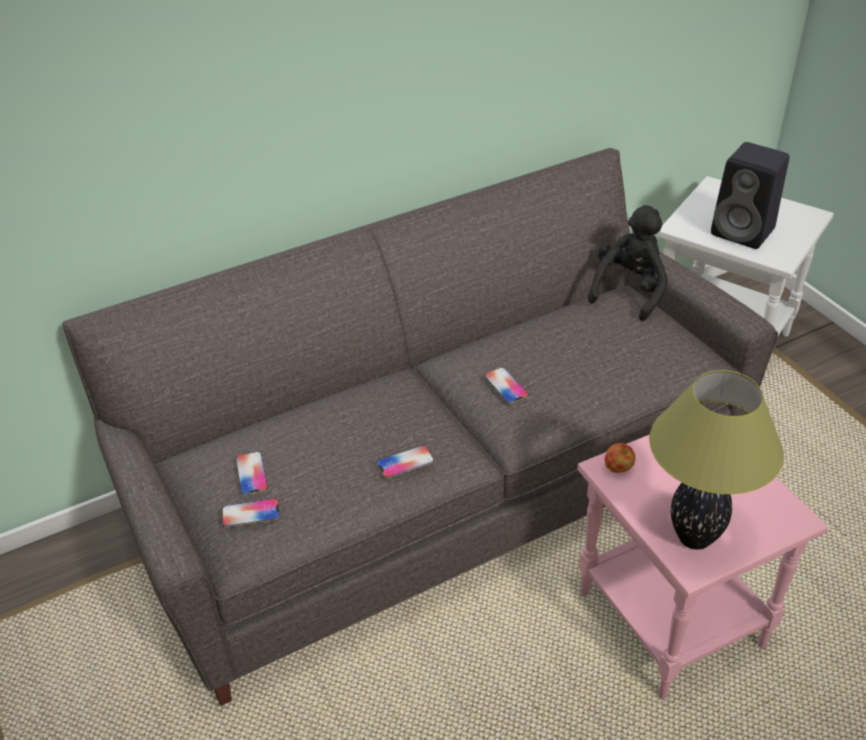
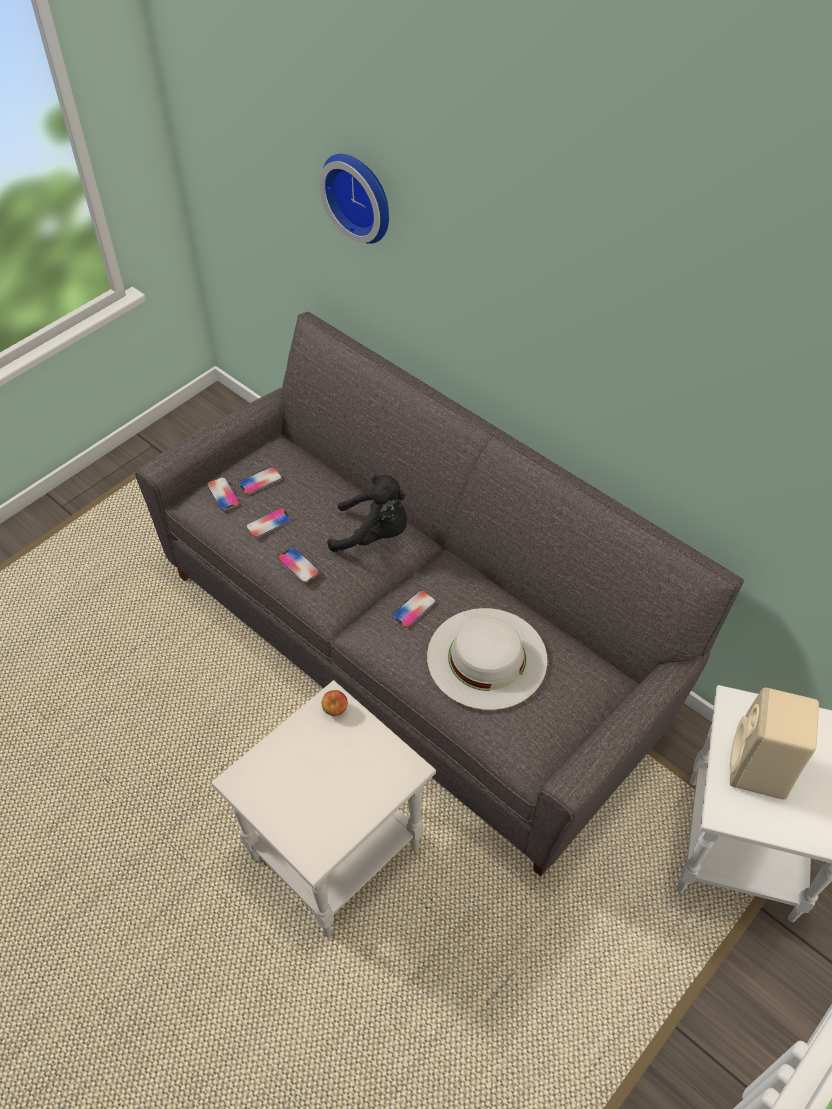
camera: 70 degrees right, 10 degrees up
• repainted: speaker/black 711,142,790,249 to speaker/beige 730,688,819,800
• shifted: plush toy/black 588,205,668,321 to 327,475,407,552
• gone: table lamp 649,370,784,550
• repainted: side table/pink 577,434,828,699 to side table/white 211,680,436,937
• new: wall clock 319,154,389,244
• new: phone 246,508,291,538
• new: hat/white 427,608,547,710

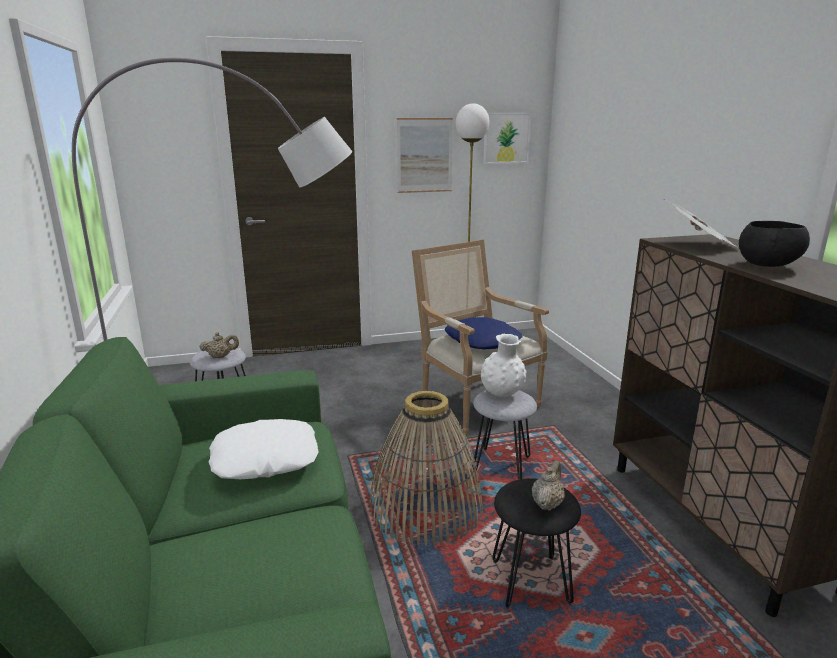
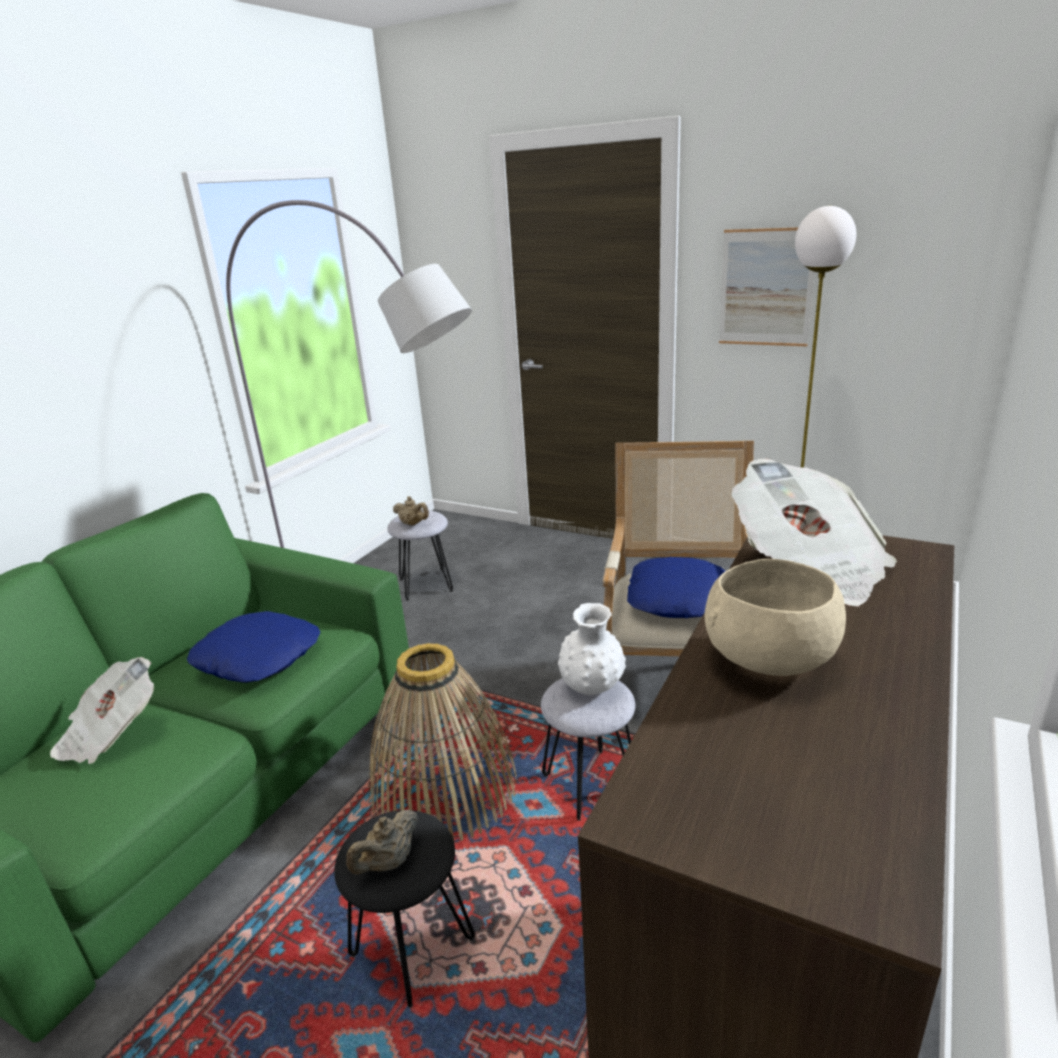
camera: 45 degrees right, 5 degrees up
• gone: picture 483,113,531,164
• repainted: bowl/black 739,221,810,267 to bowl/beige 704,559,846,676
• repainted: pillow/white 208,419,319,479 to pillow/blue 187,611,320,683
• rotated: teapot/beige 532,460,565,511 = 346,809,418,875 150 degrees clockwise
• new: newspaper 50,657,154,764

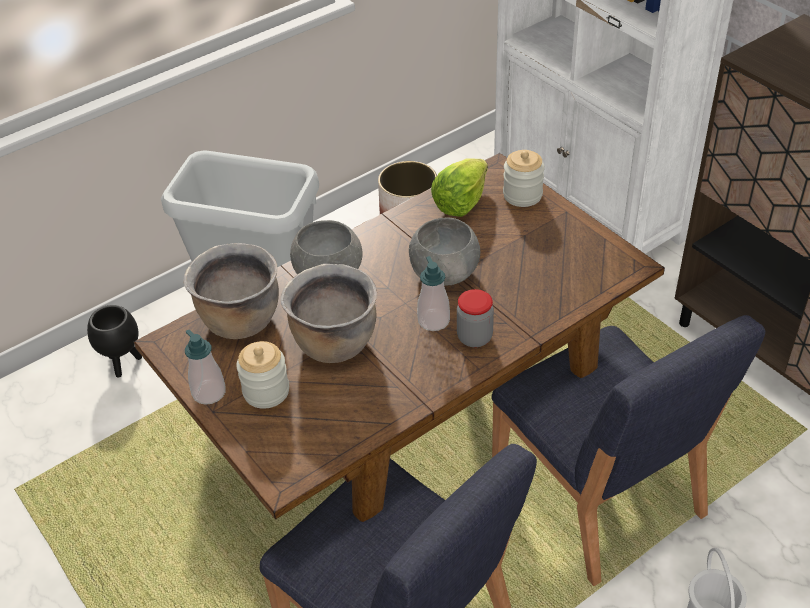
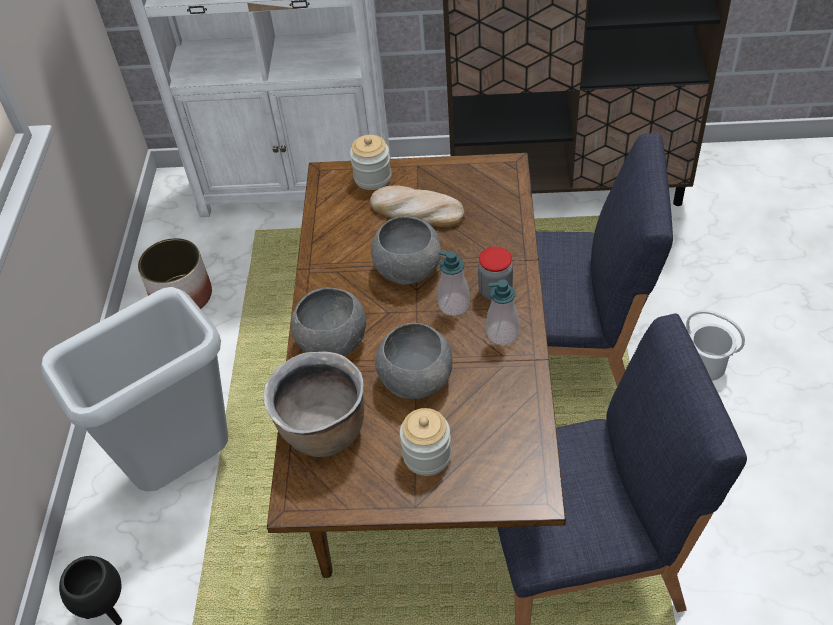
camera: 50 degrees left, 5 degrees up
• gone: lettuce 431,158,488,217
• swapped: cooking pot/brown 281,264,377,363 to bowl/grey 375,323,452,399
• shifted: soap dispenser 185,330,226,405 to 486,279,519,345
• new: bread 370,185,464,227

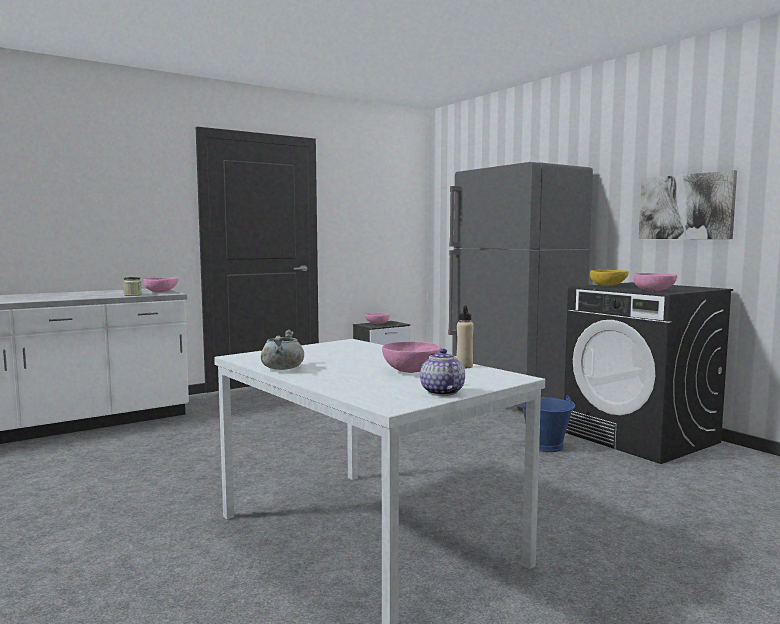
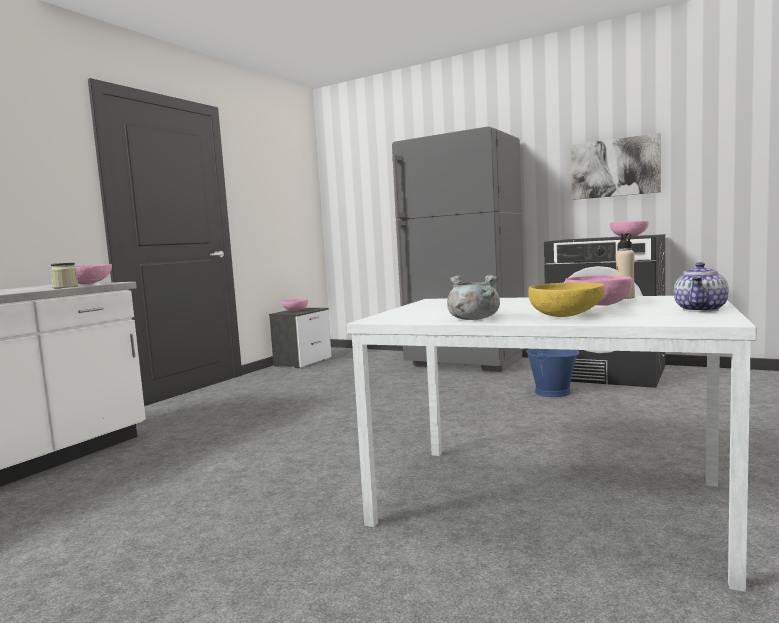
camera: 25 degrees left, 0 degrees up
• shifted: bowl/yellow 590,270,629,286 to 528,282,605,317
• rotated: teapot 420,349,465,396 = 674,262,729,312 105 degrees counterclockwise

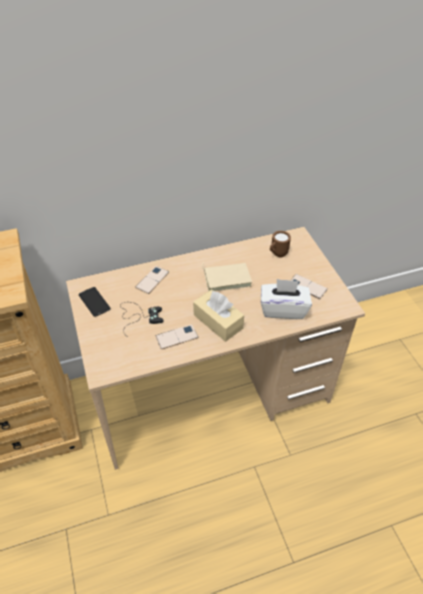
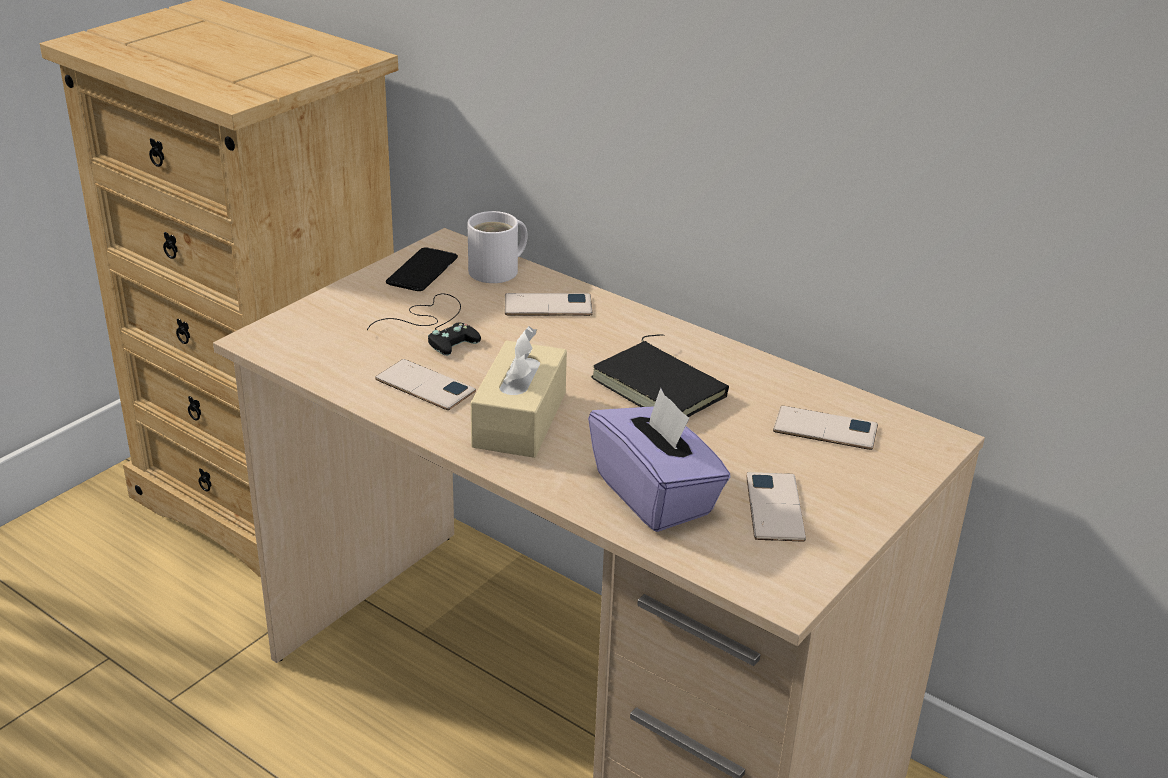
camera: 55 degrees right, 15 degrees down
• swapped: mug/brown 270,231,291,258 to phone 773,406,878,450
• repainted: book/beige 202,262,252,291 to book/black 591,334,729,417
• repainted: tissue box/white 261,279,312,319 to tissue box/purple 588,388,731,532
• new: mug/white 468,211,528,283

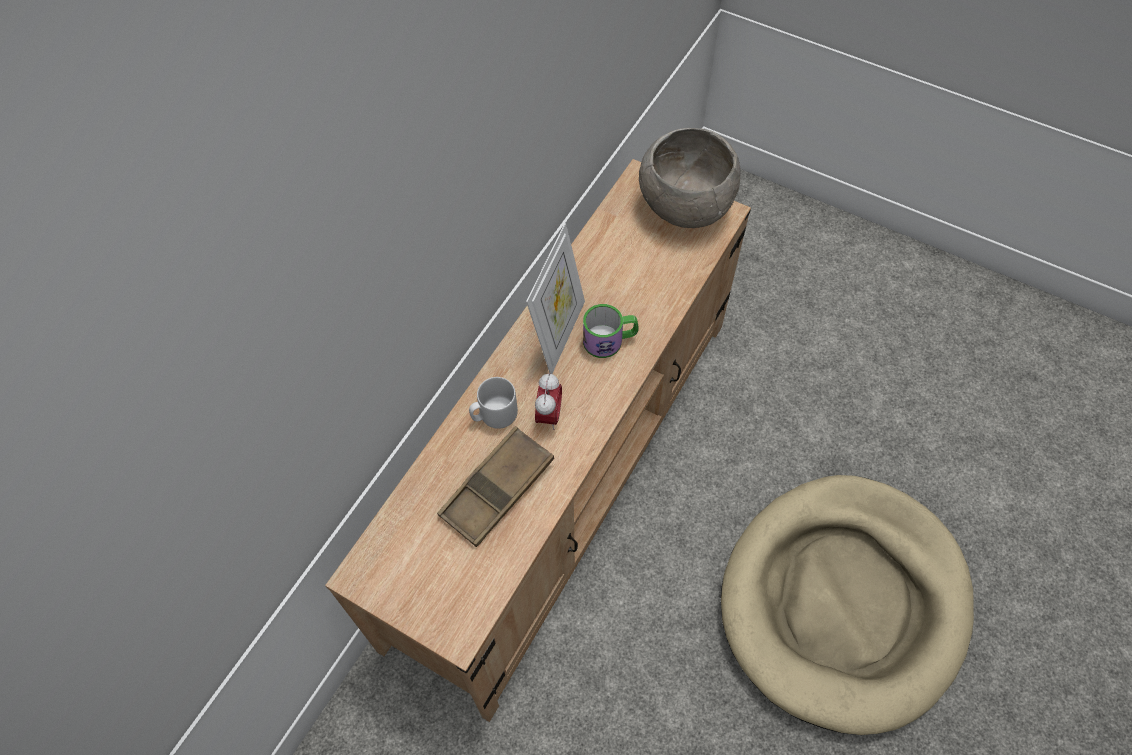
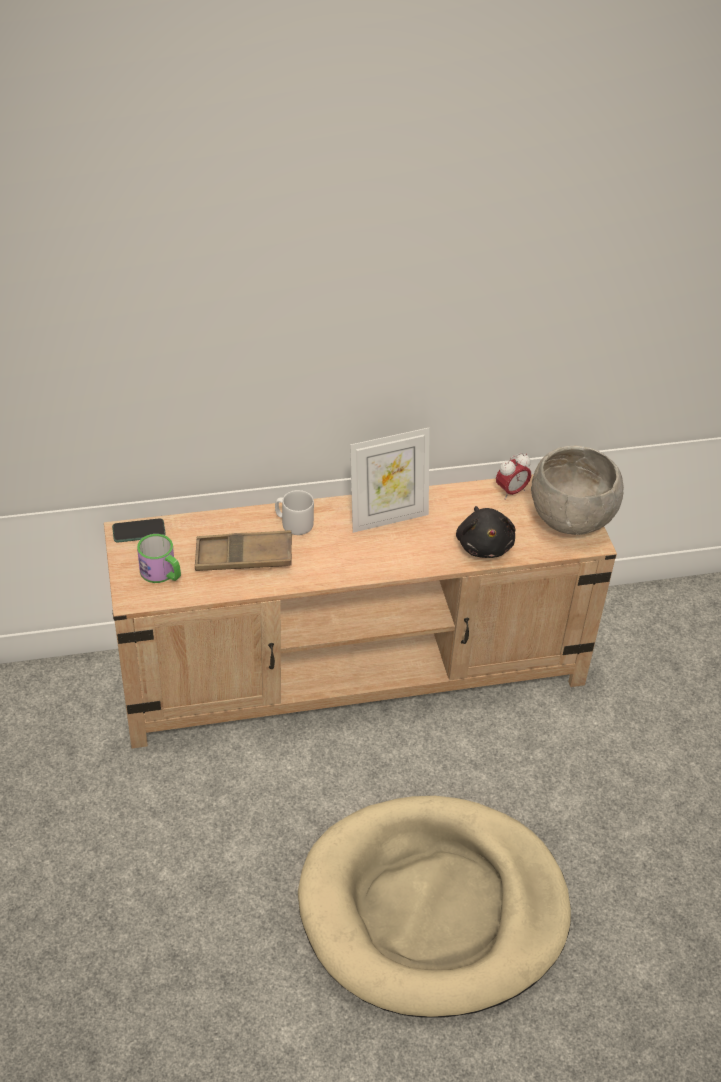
camera: 45 degrees right, 15 degrees down
• shifted: mug 583,304,639,358 to 137,534,181,583
• shifted: alarm clock 535,373,562,430 to 496,453,531,500
• new: plush toy/black 456,506,515,558
• new: phone 112,518,166,543

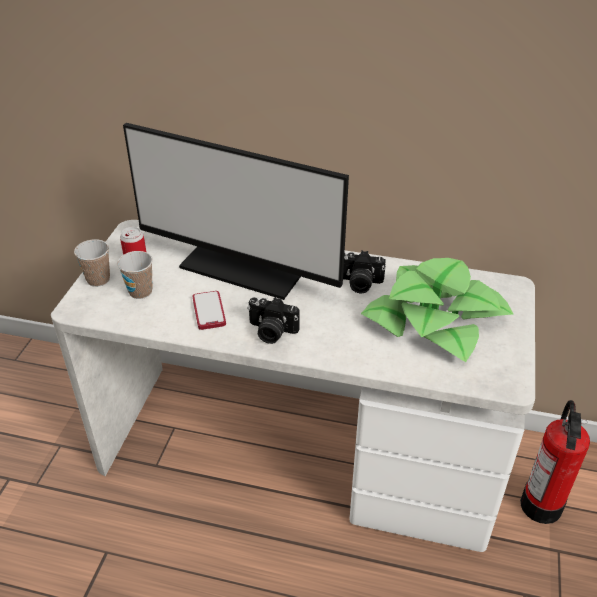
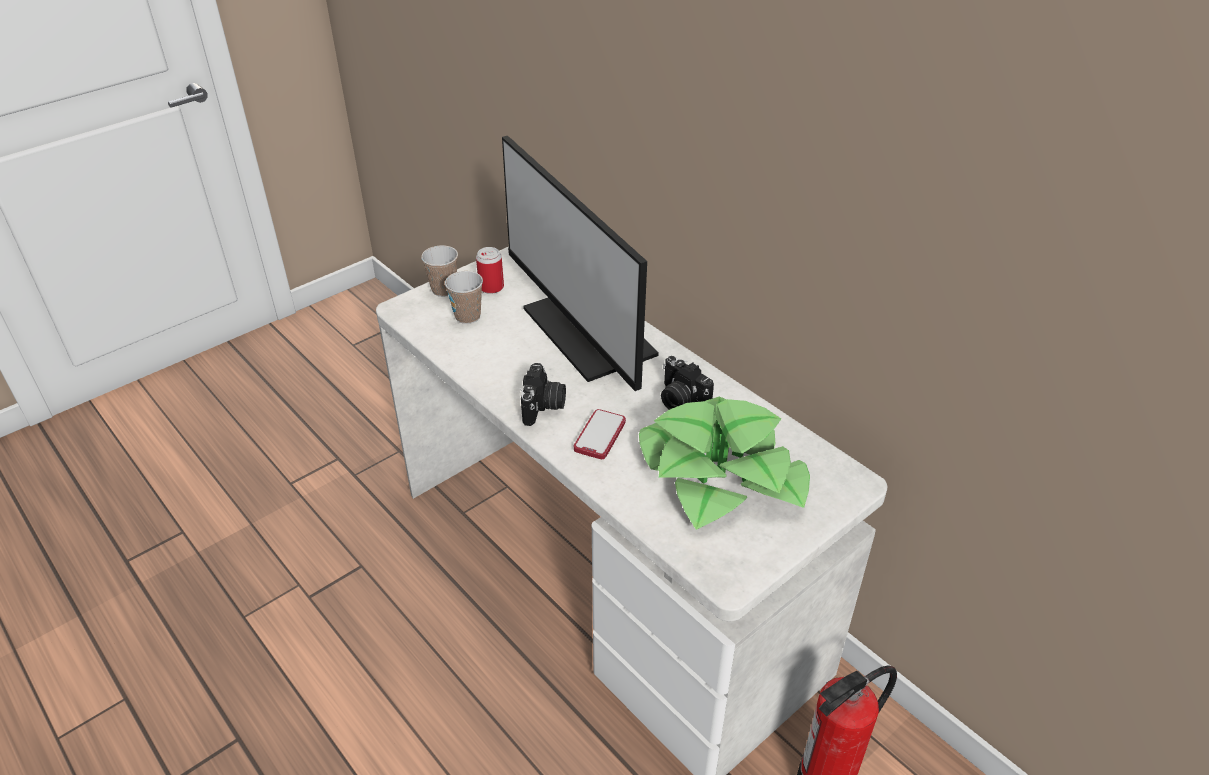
camera: 35 degrees right, 0 degrees up
• shifted: phone 193,291,226,330 to 574,409,626,459
• rotated: photo camera 247,297,300,344 = 520,363,566,426 135 degrees counterclockwise

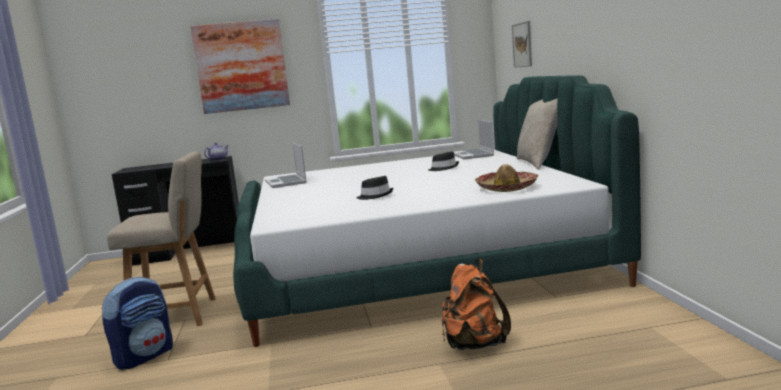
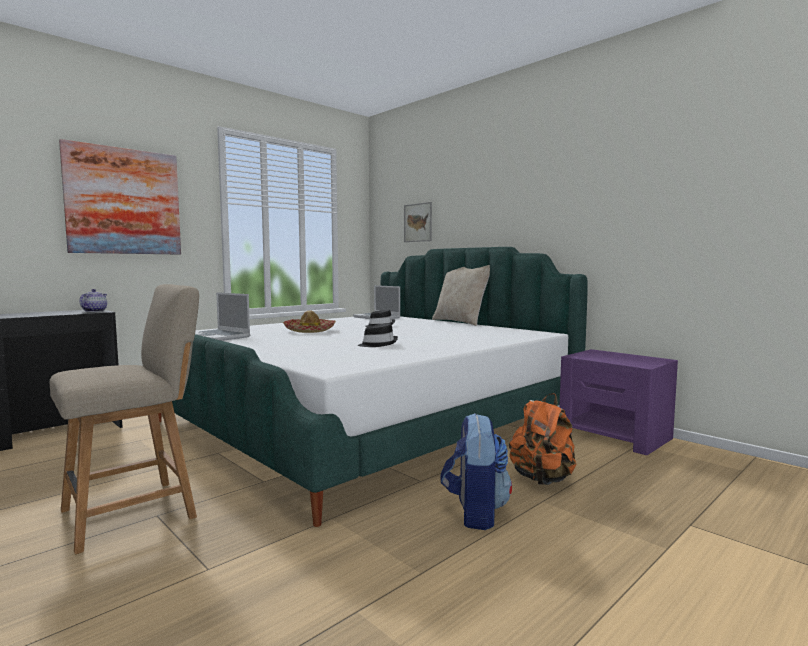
camera: 35 degrees left, 5 degrees down
• shifted: hat 475,164,538,192 to 283,310,336,333
• shifted: backpack 102,276,173,370 to 441,413,512,530
• new: nightstand/purple 559,349,678,455

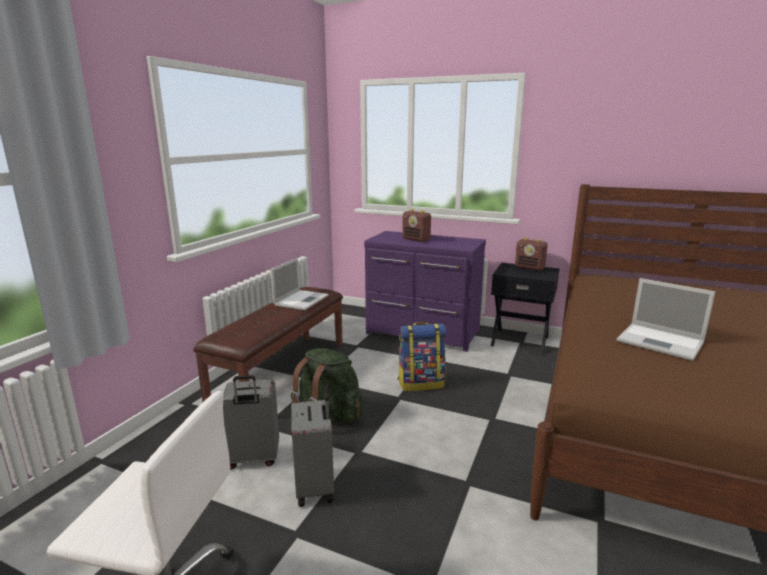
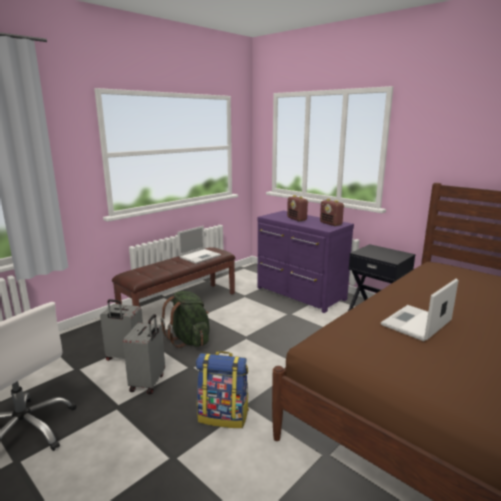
camera: 20 degrees right, 0 degrees up
• shifted: radio 515,238,548,271 to 320,199,344,226
• rotated: laptop 616,278,715,361 = 381,279,459,341 75 degrees clockwise
• shifted: backpack 398,322,446,391 to 196,351,249,428

